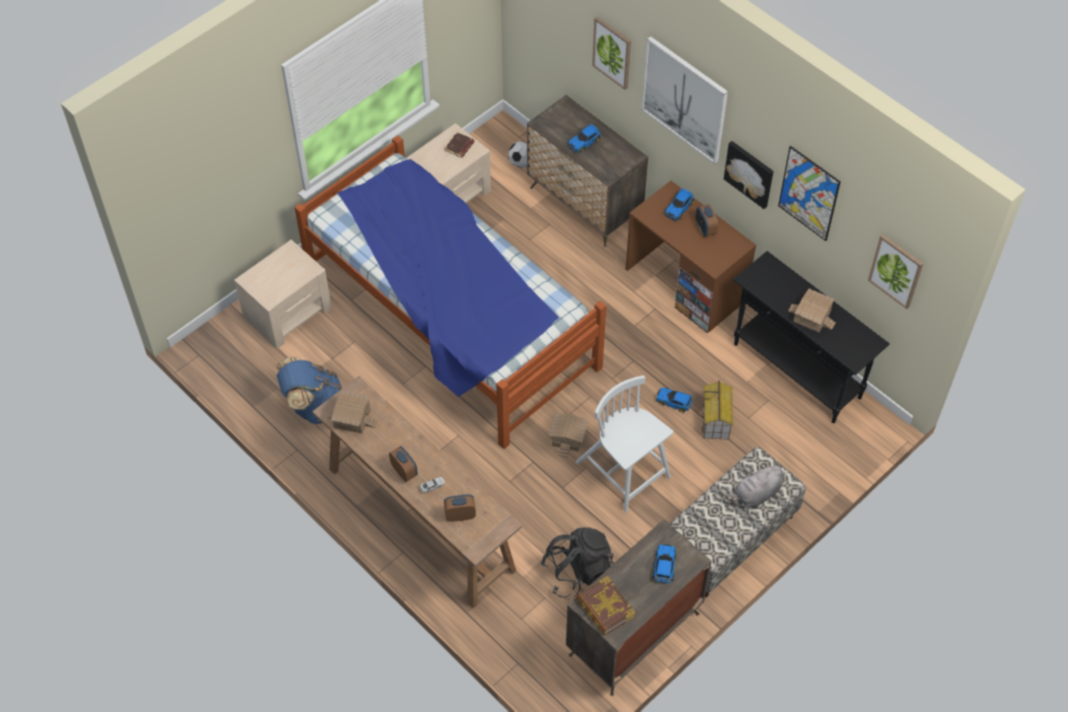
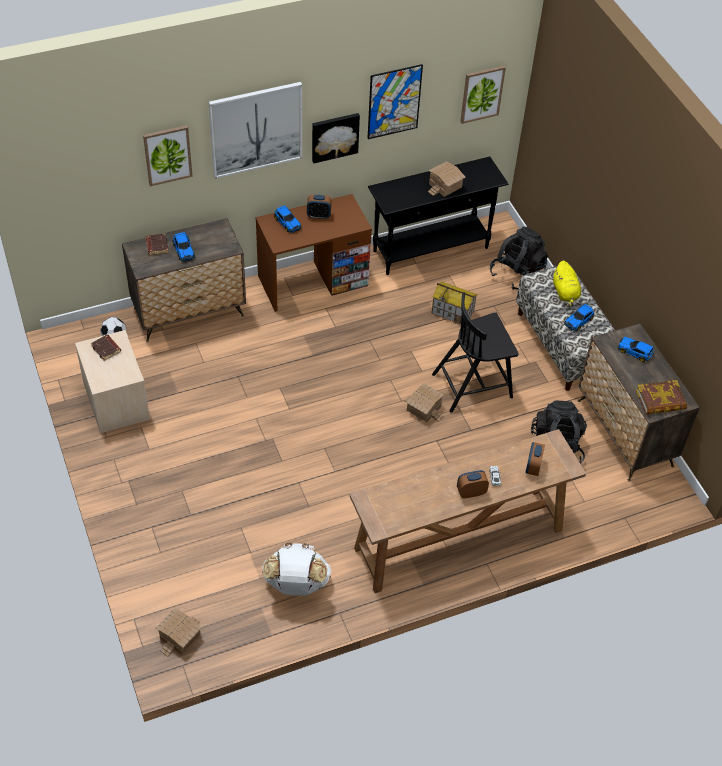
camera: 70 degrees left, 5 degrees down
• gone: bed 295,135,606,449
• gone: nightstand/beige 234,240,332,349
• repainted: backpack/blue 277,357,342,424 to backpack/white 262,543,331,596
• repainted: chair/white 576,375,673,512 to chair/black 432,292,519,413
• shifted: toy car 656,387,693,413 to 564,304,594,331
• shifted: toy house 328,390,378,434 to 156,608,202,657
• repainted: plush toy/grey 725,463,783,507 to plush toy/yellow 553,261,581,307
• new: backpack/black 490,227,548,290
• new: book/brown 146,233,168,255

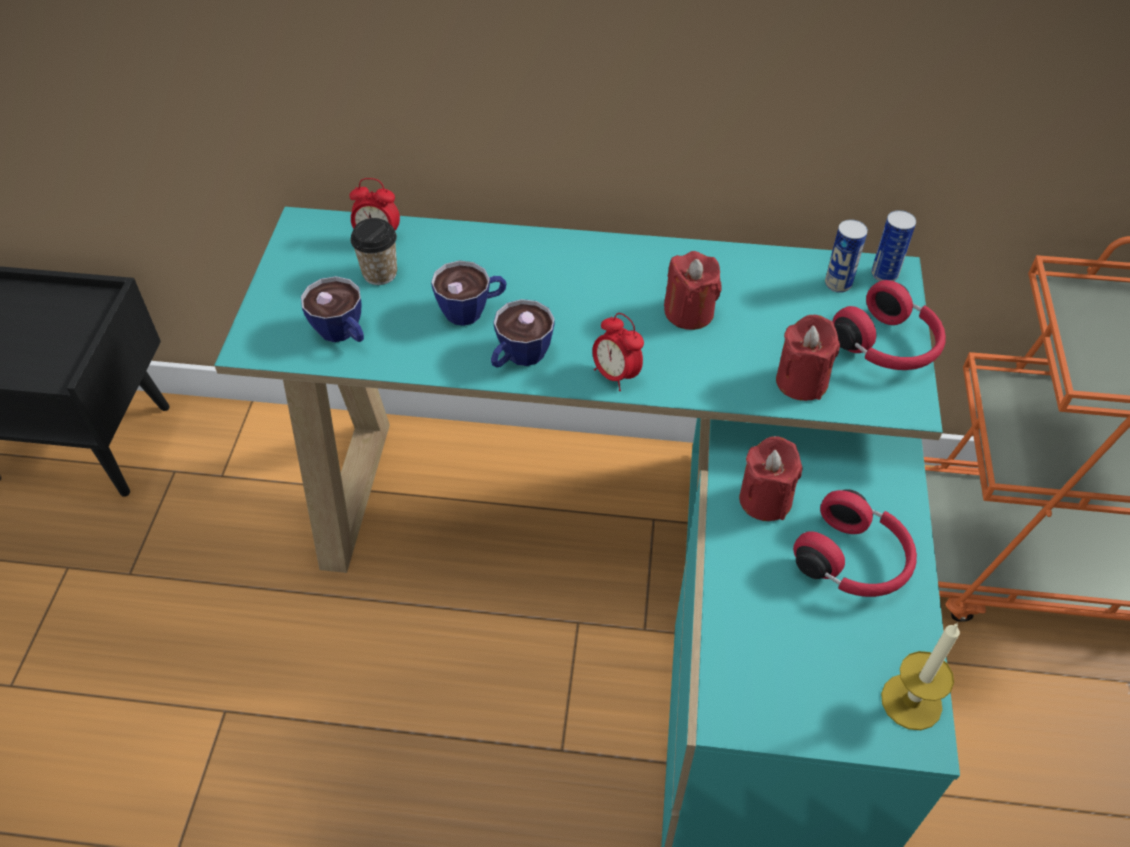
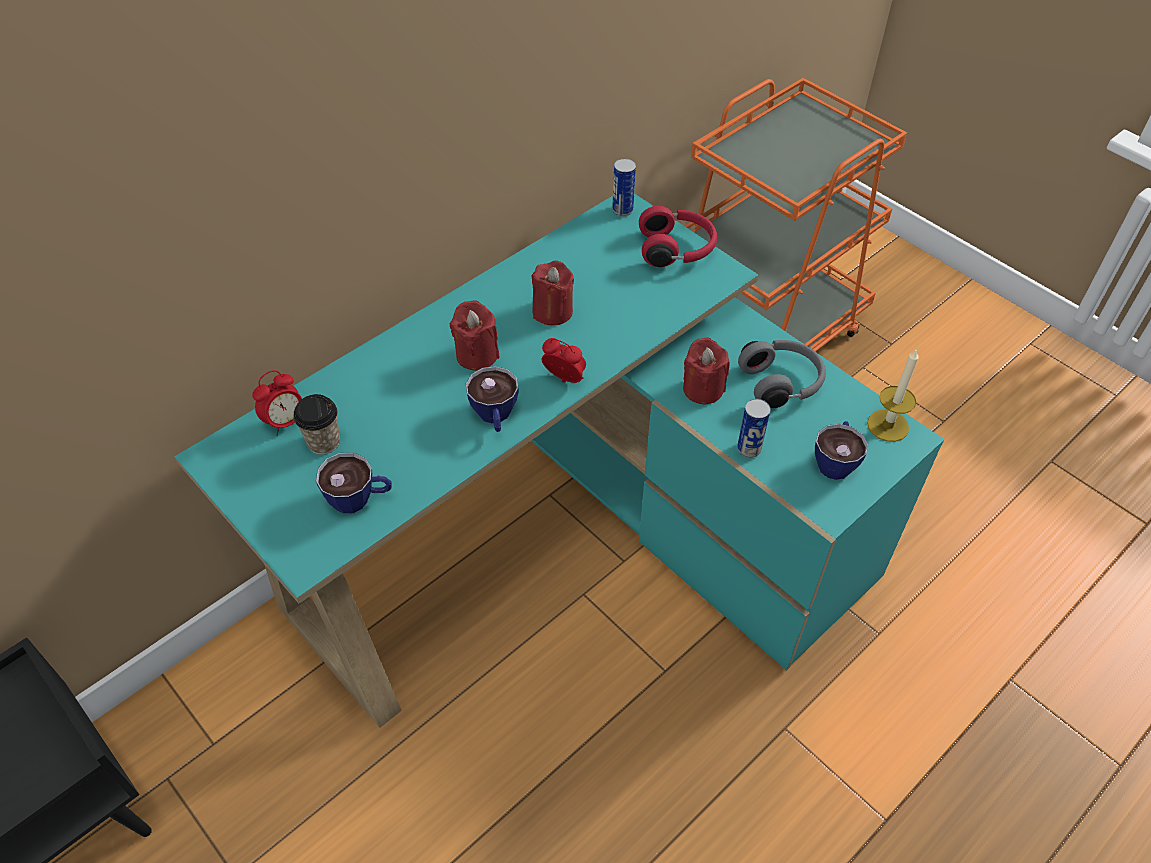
camera: 50 degrees left, 0 degrees up
• shifted: can 825,219,868,293 to 737,399,771,458
• shifted: cup 431,260,506,326 to 815,421,868,480
• rotated: alarm clock 592,313,644,391 = 542,338,586,383 150 degrees counterclockwise
• shifted: candle/red 776,315,840,401 to 450,300,500,371
• repainted: headphones/red 793,489,917,597 to headphones/grey 738,340,826,408

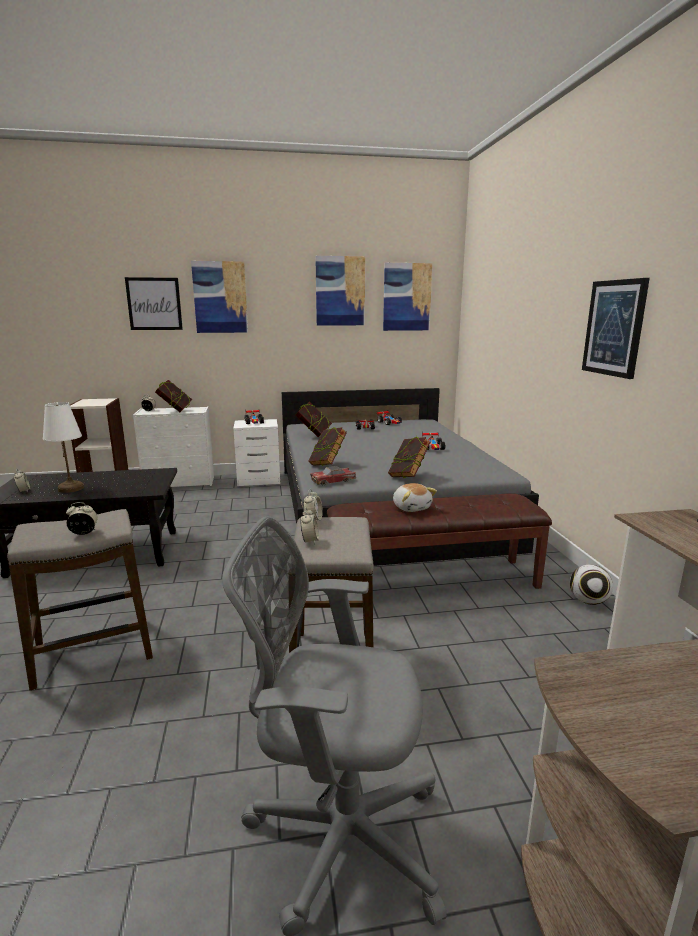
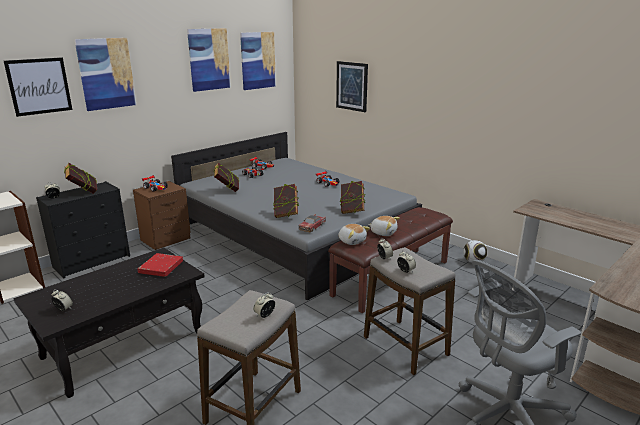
camera: 35 degrees left, 5 degrees up
• shifted: picture 582,278,650,379 to 336,61,368,112
• gone: table lamp/white 43,402,84,493
• repainted: dresser/white 133,406,214,487 to dresser/black 36,181,130,278
• repainted: nightstand/white 233,419,280,486 to nightstand/brown 133,181,191,250
• new: plush toy 338,224,370,245
• new: book/red 138,253,183,277

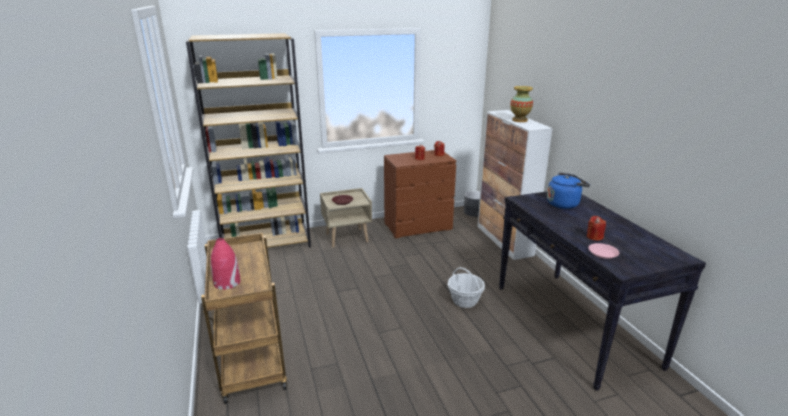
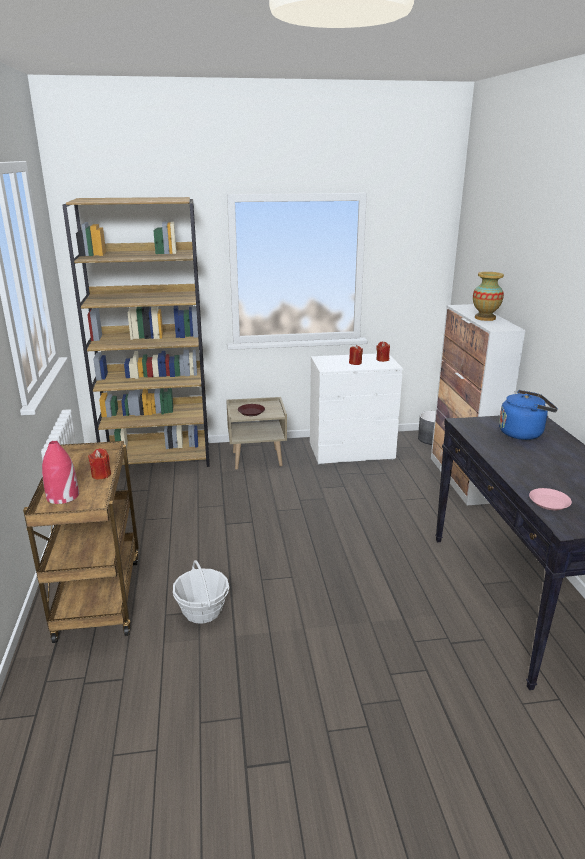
camera: 10 degrees right, 0 degrees up
• repainted: dresser/brown 384,150,457,238 to dresser/white 310,354,403,465
• shifted: candle/red 587,216,606,241 to 88,448,111,480
• shifted: basket 448,267,485,308 to 173,560,230,624

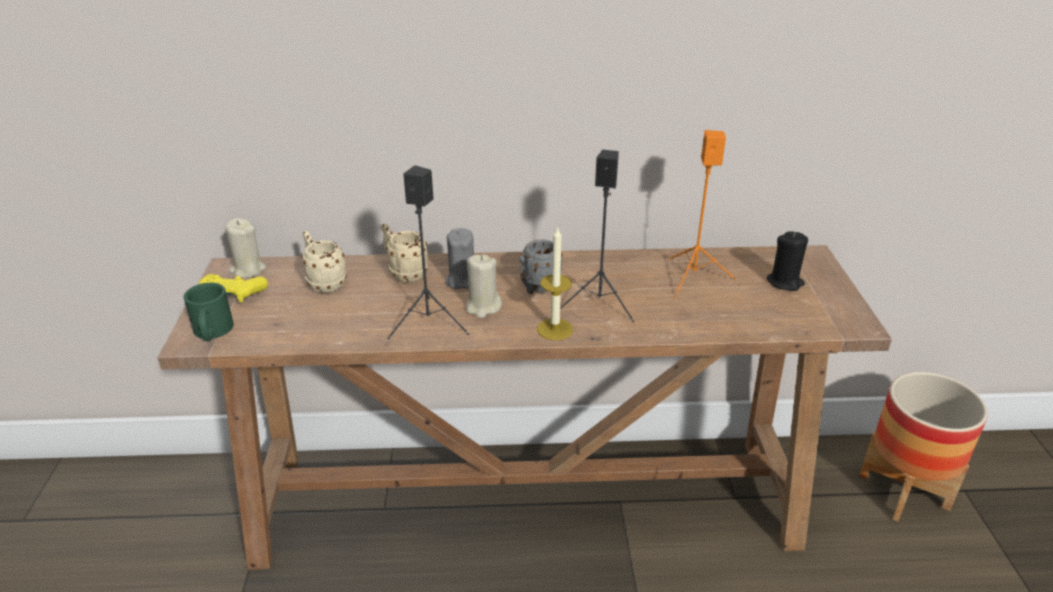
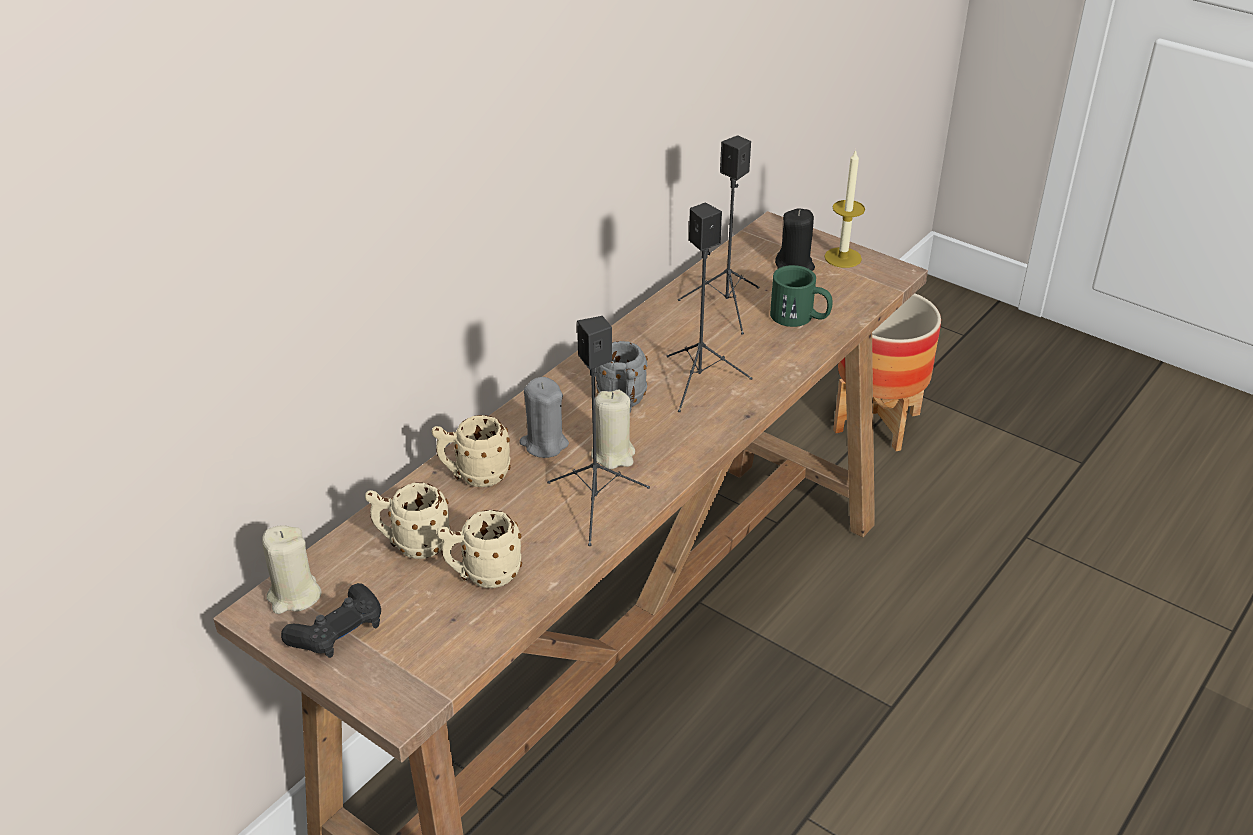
camera: 50 degrees left, 5 degrees up
• repainted: speaker/orange 669,130,736,297 to speaker/black 678,135,759,335
• shifted: candle 537,226,573,340 to 824,149,865,268
• repainted: game controller/yellow 198,274,268,303 to game controller/black 281,583,381,658
• shifted: mug/green 184,283,234,341 to 770,265,833,327
• new: mug/beige 436,510,522,588

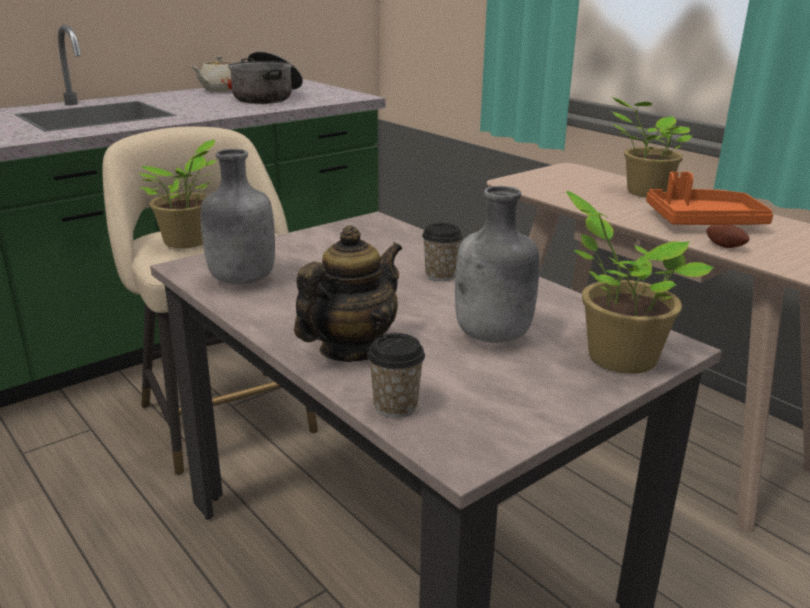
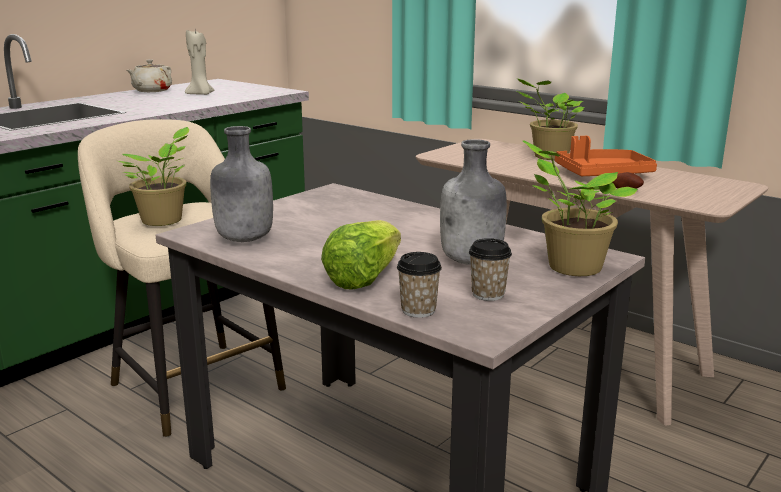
camera: 10 degrees left, 5 degrees down
• swapped: cooking pot 228,51,303,104 to candle/beige 185,29,215,95
• shifted: cup 422,223,463,282 to 469,238,512,301
• swapped: teapot 294,225,402,362 to lettuce 321,220,401,289

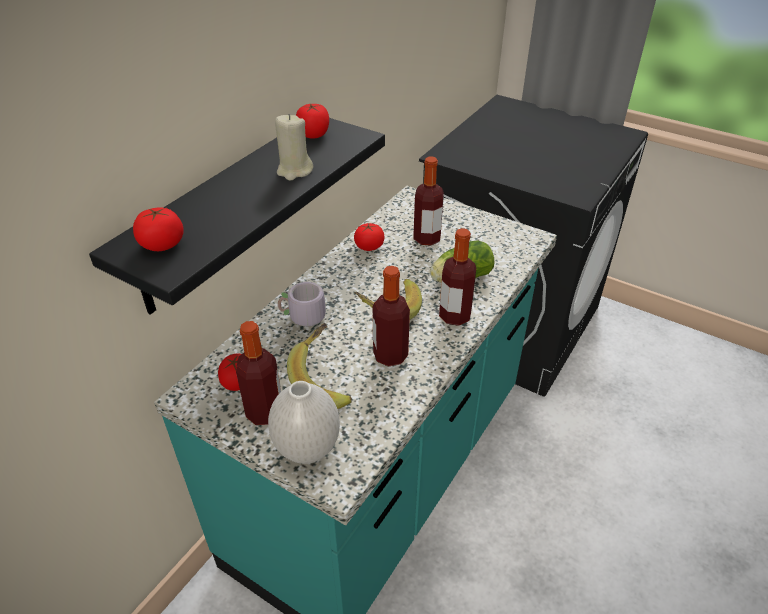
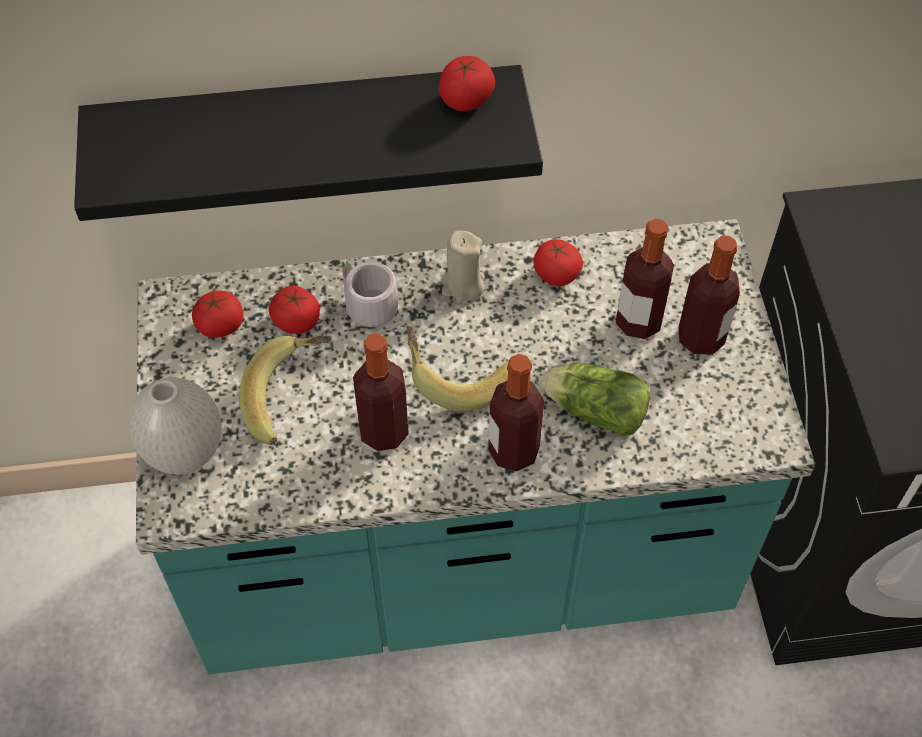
camera: 50 degrees right, 15 degrees up
• shifted: candle/beige 275,114,313,180 to 442,231,485,301
• shifted: tomato 133,207,184,251 to 269,286,320,334
• shifted: bottle 236,321,281,425 to 678,236,740,355

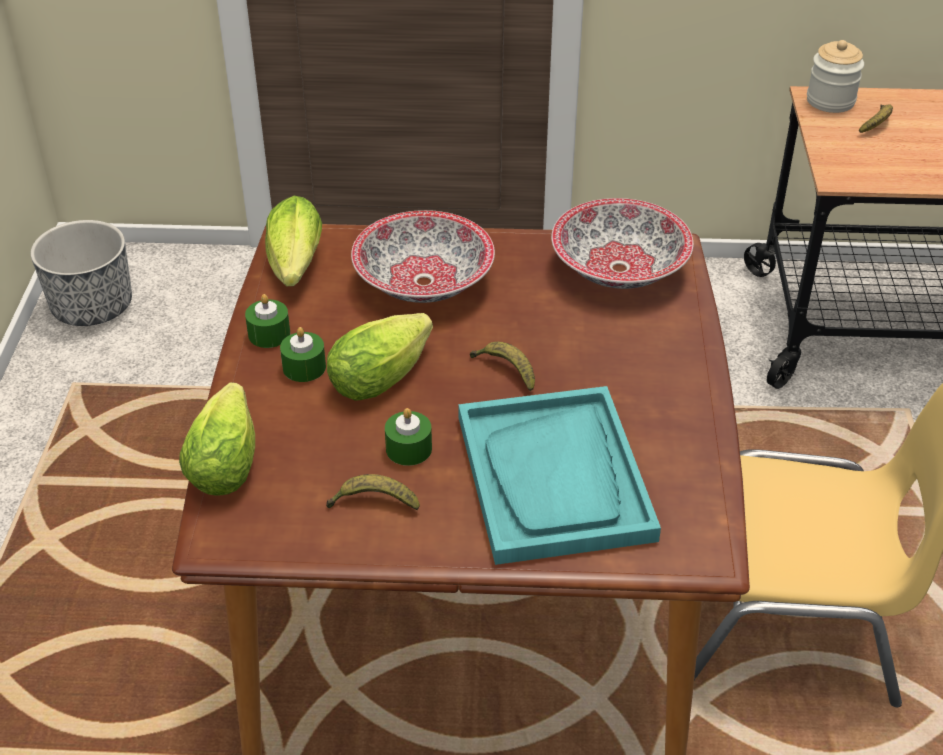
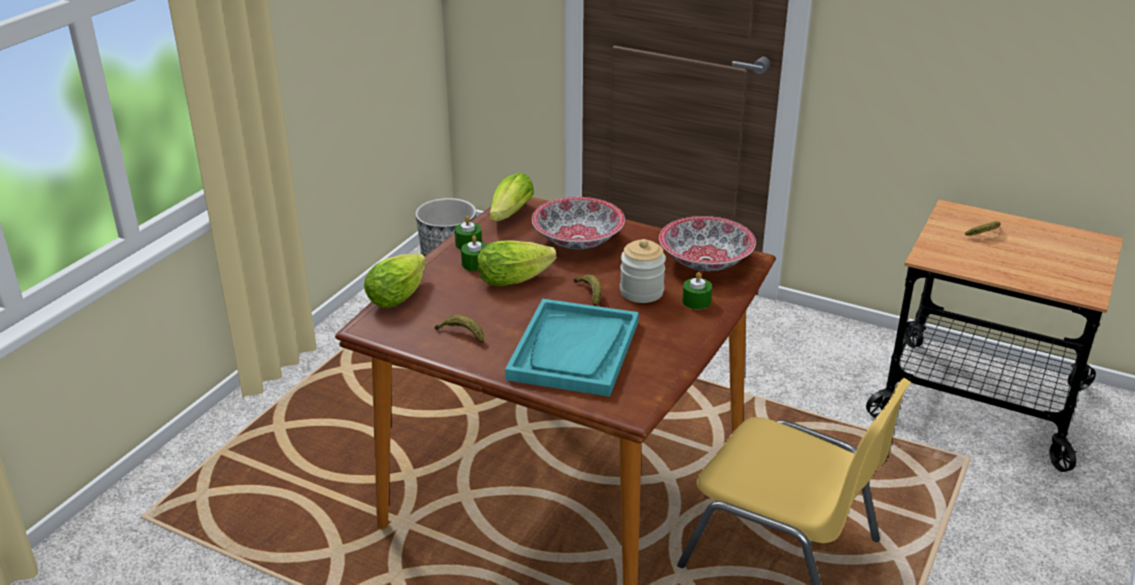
camera: 25 degrees right, 10 degrees down
• shifted: jar 807,40,864,113 to 620,239,666,303
• shifted: candle/green 385,408,432,466 to 682,272,712,309

